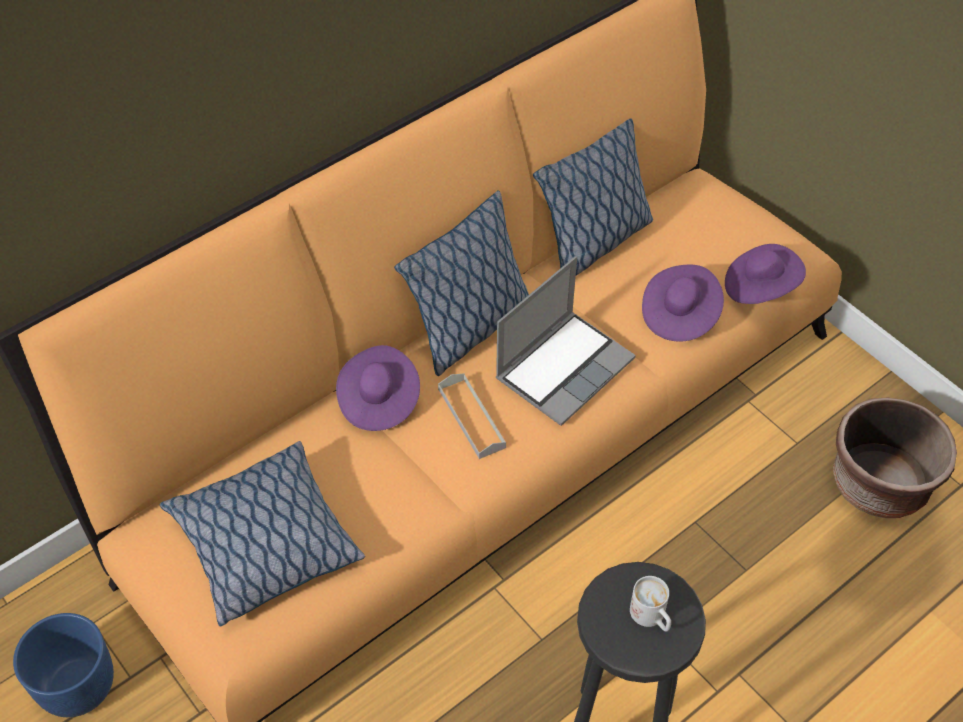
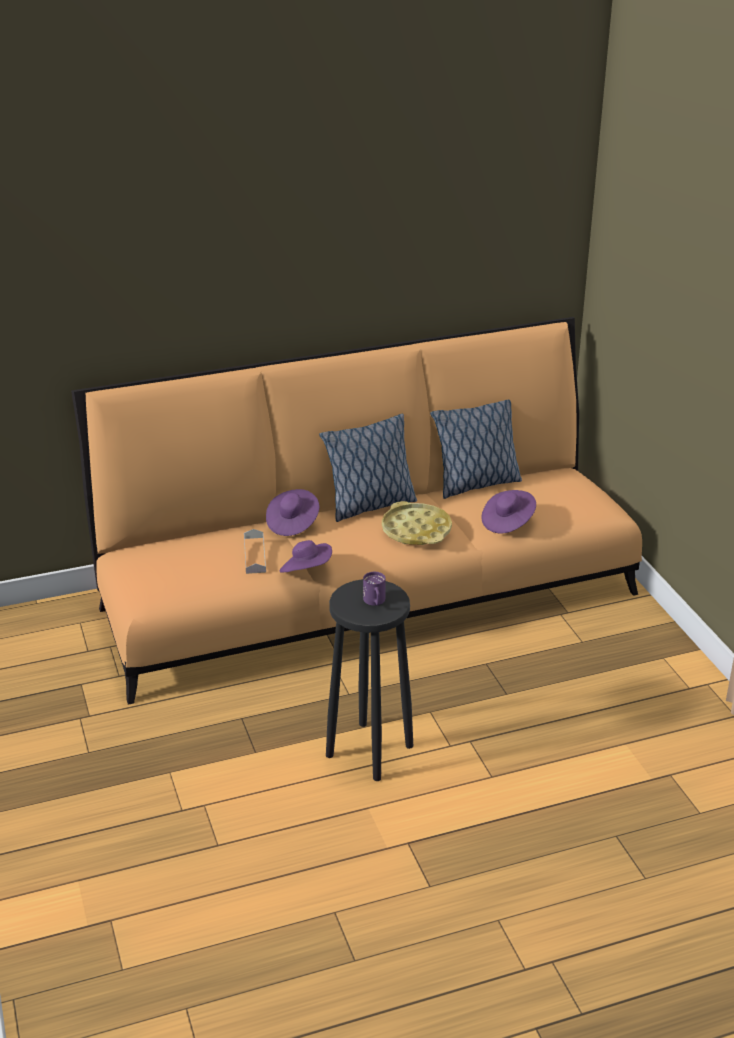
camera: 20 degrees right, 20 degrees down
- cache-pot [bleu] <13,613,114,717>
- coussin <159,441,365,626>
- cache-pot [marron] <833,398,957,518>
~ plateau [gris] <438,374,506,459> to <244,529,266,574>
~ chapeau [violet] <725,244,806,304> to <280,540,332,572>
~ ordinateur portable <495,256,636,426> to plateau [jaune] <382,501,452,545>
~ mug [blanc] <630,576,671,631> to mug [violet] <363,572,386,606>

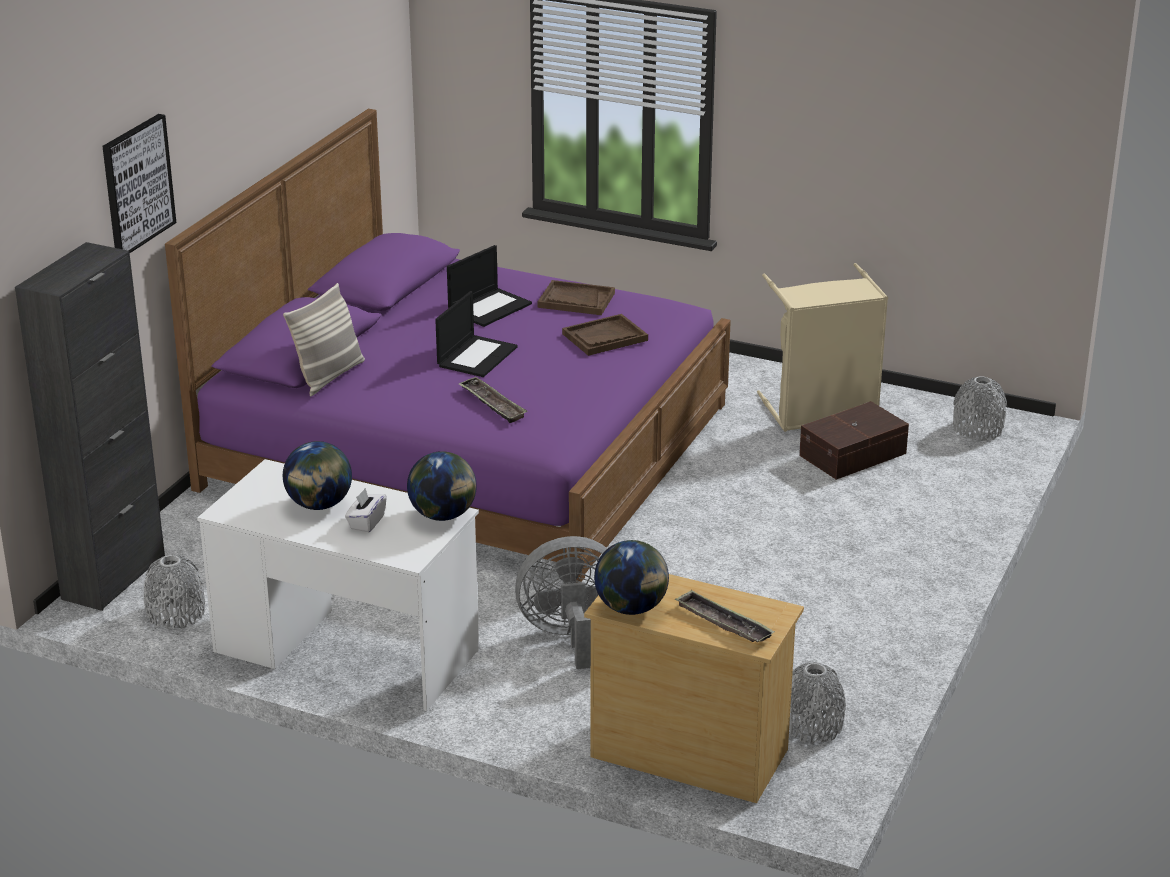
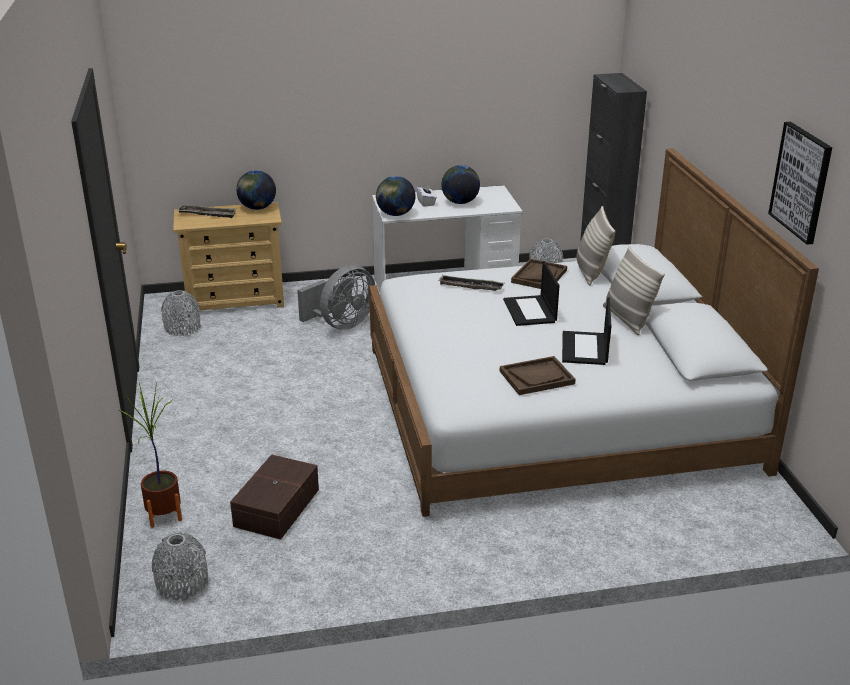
camera: 145 degrees right, 0 degrees up
- panier à linge [beige] <757,263,888,432>
+ plante en pot <119,382,182,528>
+ coussin <603,246,665,335>
~ tableau <102,114,176,253> to <768,122,832,245>
~ plateau [marron] <562,314,648,356> to <511,259,567,289>
~ lit [violet] <165,109,731,583> to lit [blanc] <369,148,819,517>

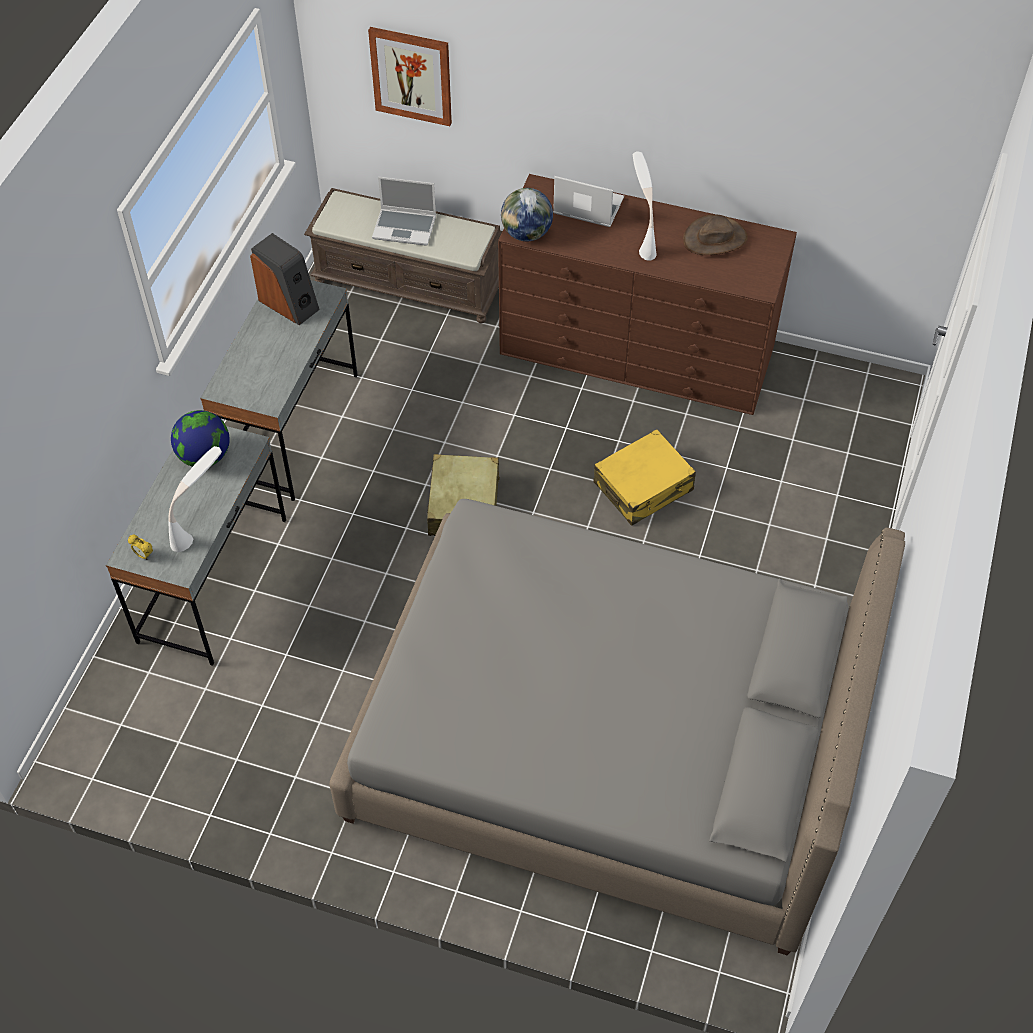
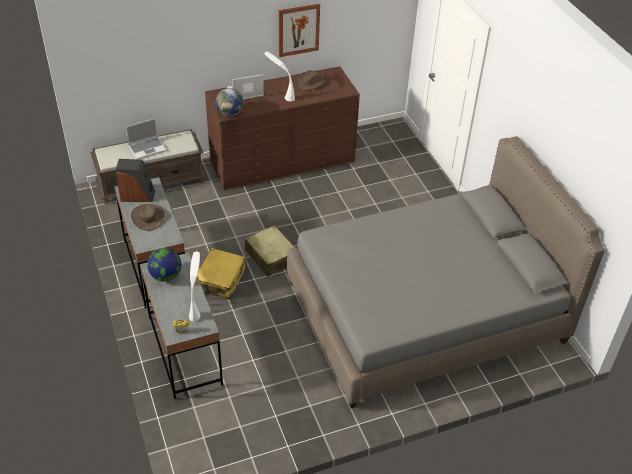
camera: 40 degrees left, 10 degrees down
+ chapeau [marron] <131,204,164,231>
~ tableau <368,27,452,126> to <279,4,320,57>
~ valise [jaune] <593,429,696,525> to <197,248,246,300>

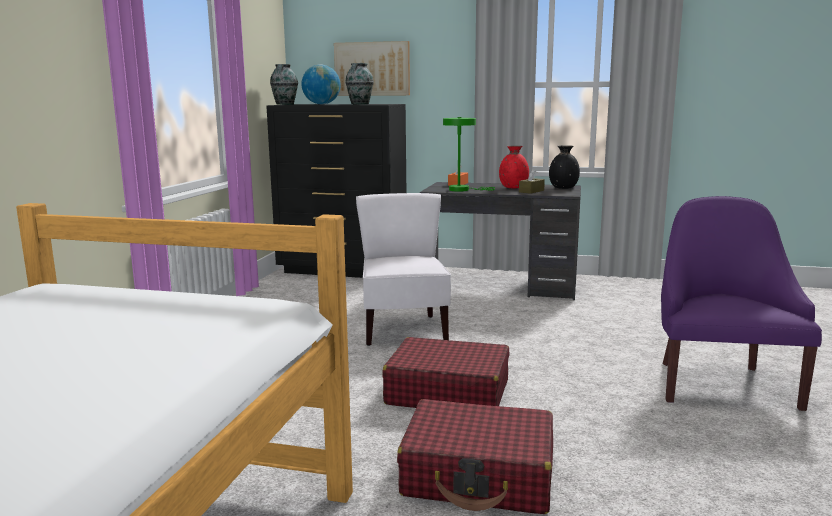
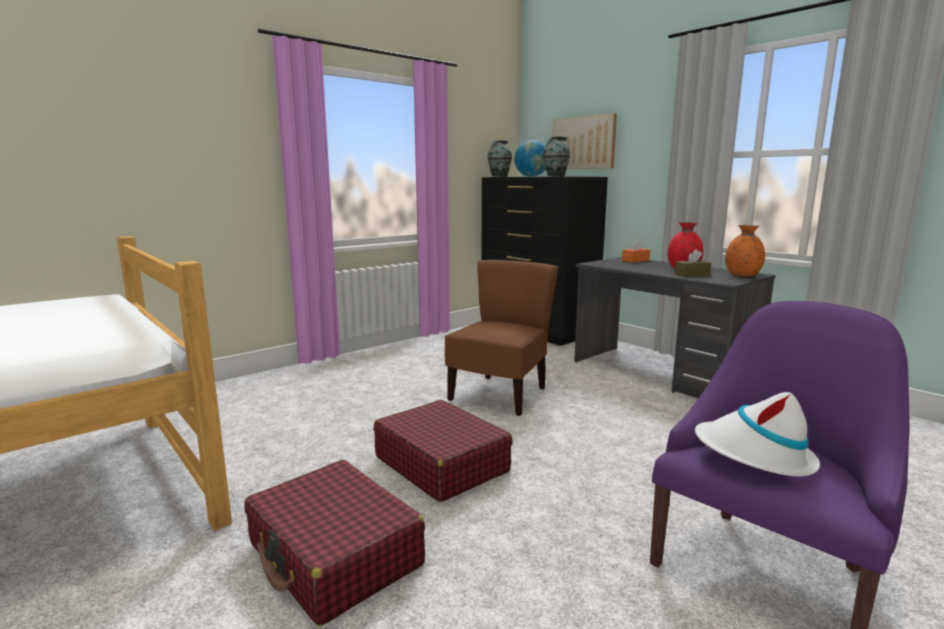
camera: 35 degrees right, 0 degrees up
- lampe de table [vert] <443,117,495,192>
+ chapeau [blanc] <695,392,820,477>
~ chaise [blanc] <356,193,451,346> to chaise [marron] <445,260,558,416>
~ vase [noir] <549,145,580,189> to vase [orange] <725,225,765,276>

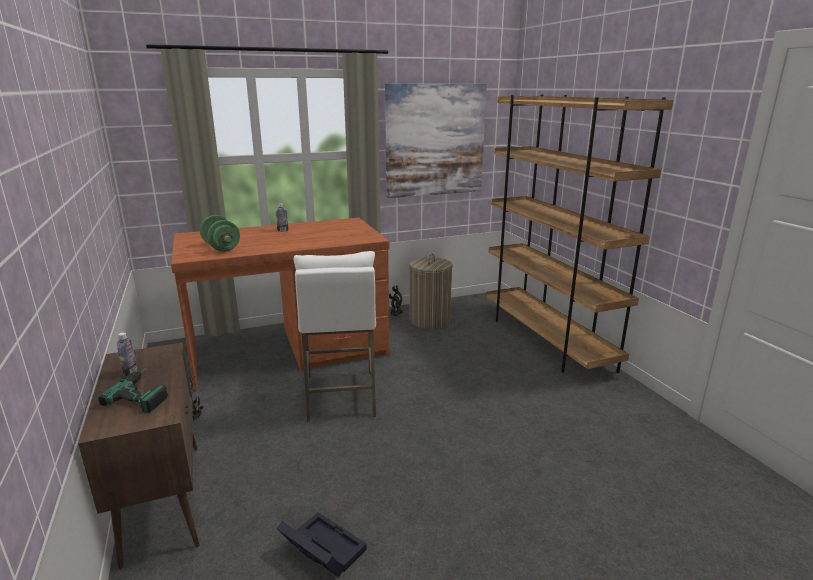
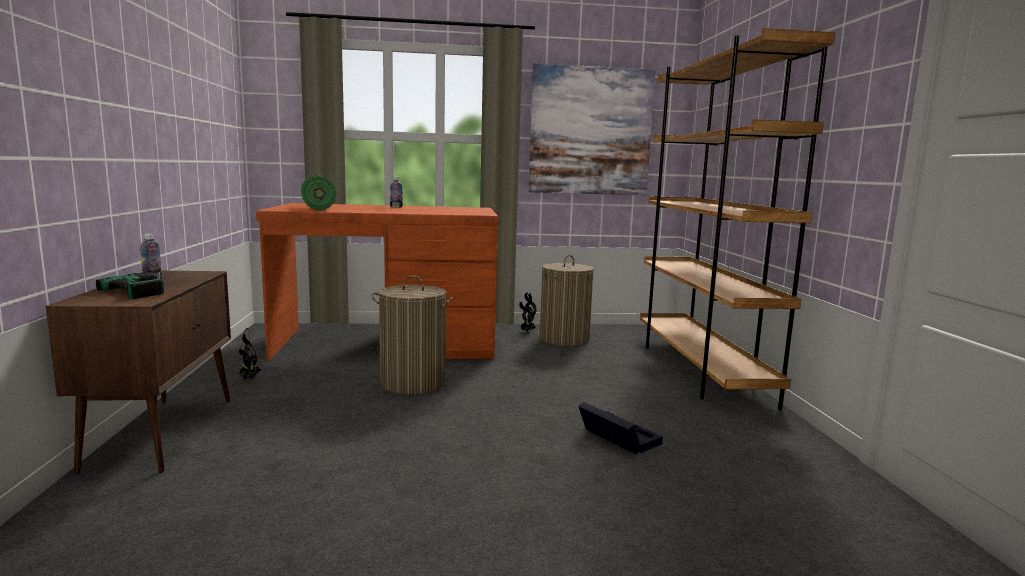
camera: 15 degrees right, 10 degrees down
~ boîte de rangement [noir] <277,512,367,577> to <578,402,663,454>
~ tabouret [blanc] <294,251,376,422> to panier à linge <371,276,453,394>

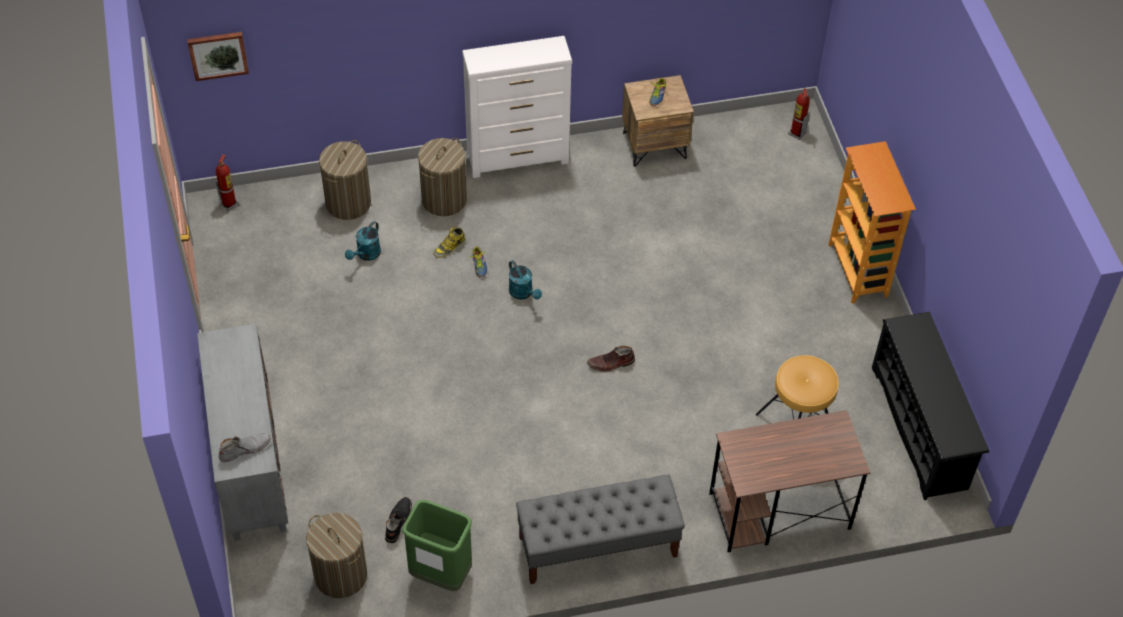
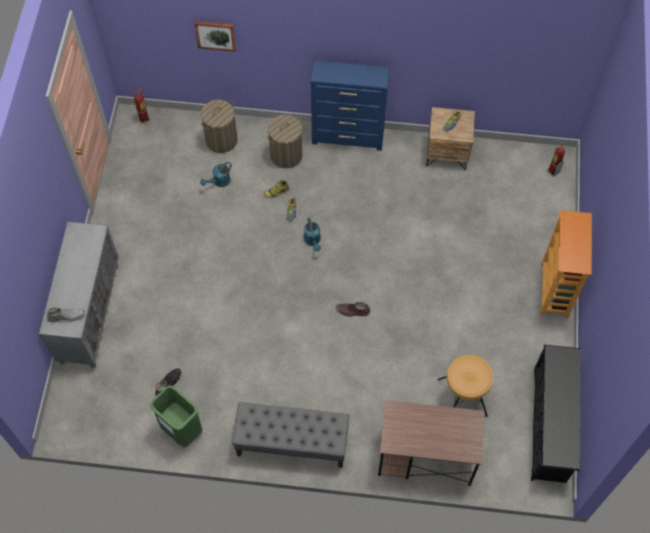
camera: 20 degrees right, 10 degrees up
- panier à linge <306,513,367,598>
~ tableau <187,32,249,81> to <194,21,236,52>
~ commode [blanc] <462,36,572,178> to commode [bleu] <310,60,390,151>

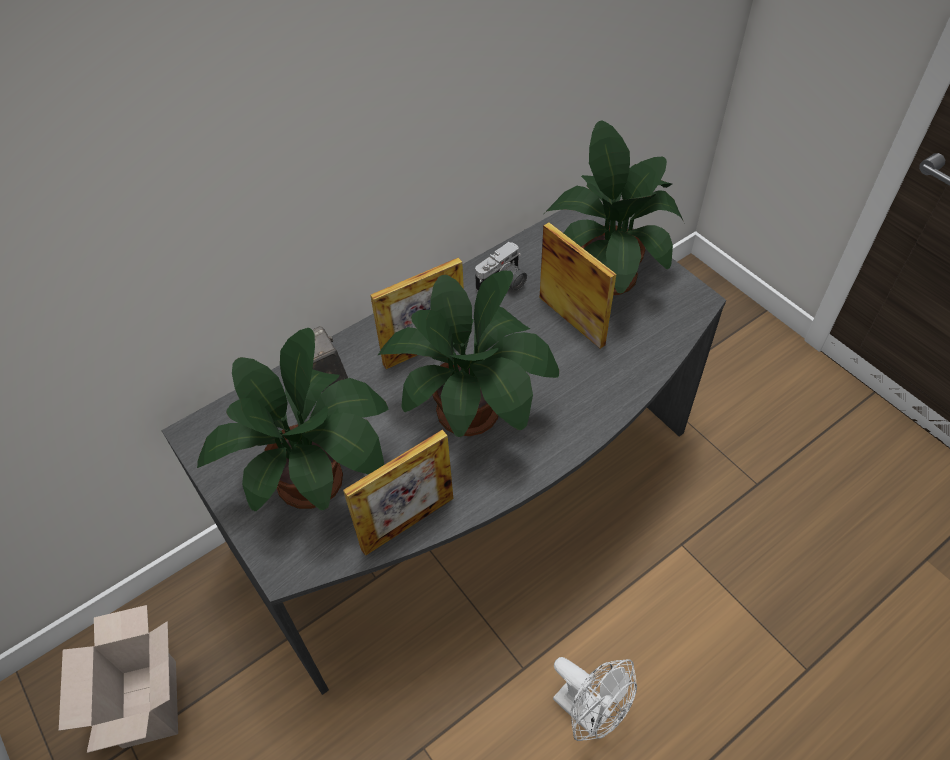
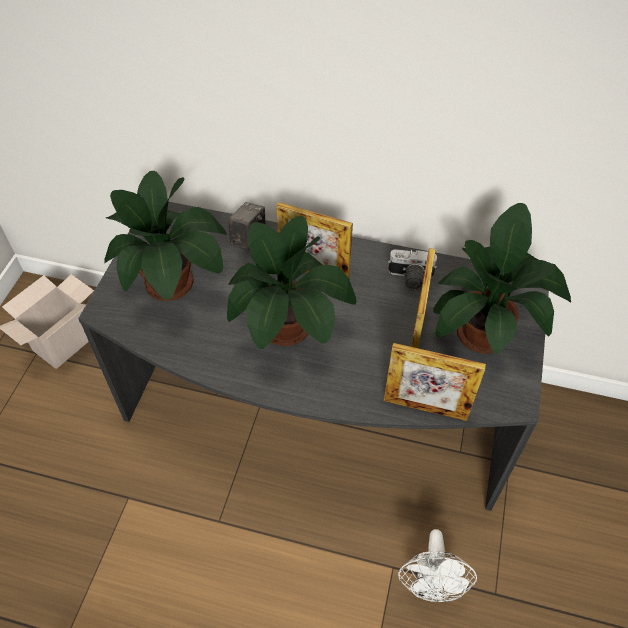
camera: 50 degrees right, 0 degrees up
~ cadre photo <343,430,453,556> to <384,343,486,421>
~ ventilateur [blanc] <553,657,637,741> to <398,529,477,602>

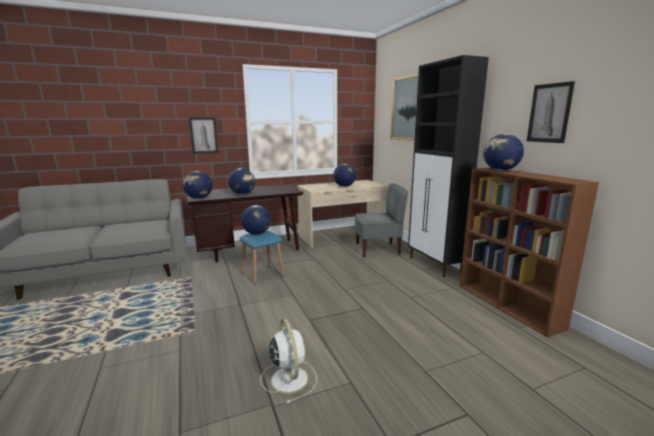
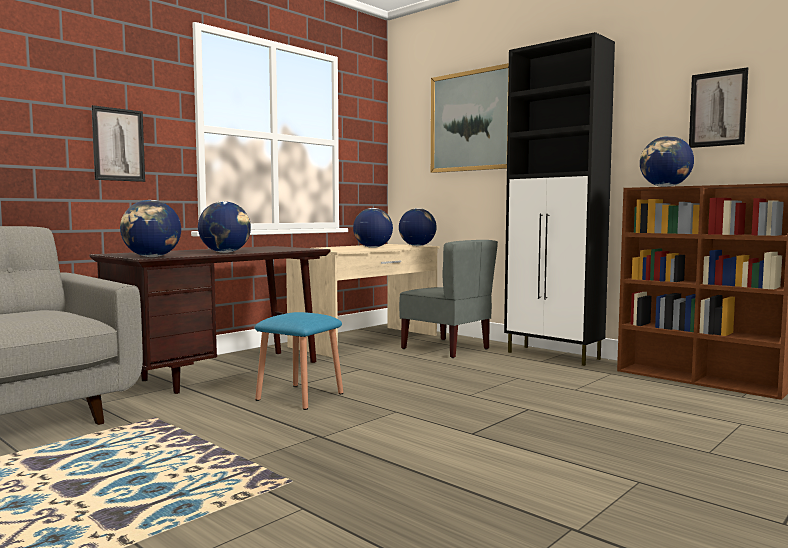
camera: 25 degrees left, 10 degrees down
- ventilateur [blanc] <260,319,317,404>
~ globe <241,205,271,235> to <399,208,437,246>
~ chaise [gris] <355,183,408,257> = <399,240,498,358> 75 degrees clockwise

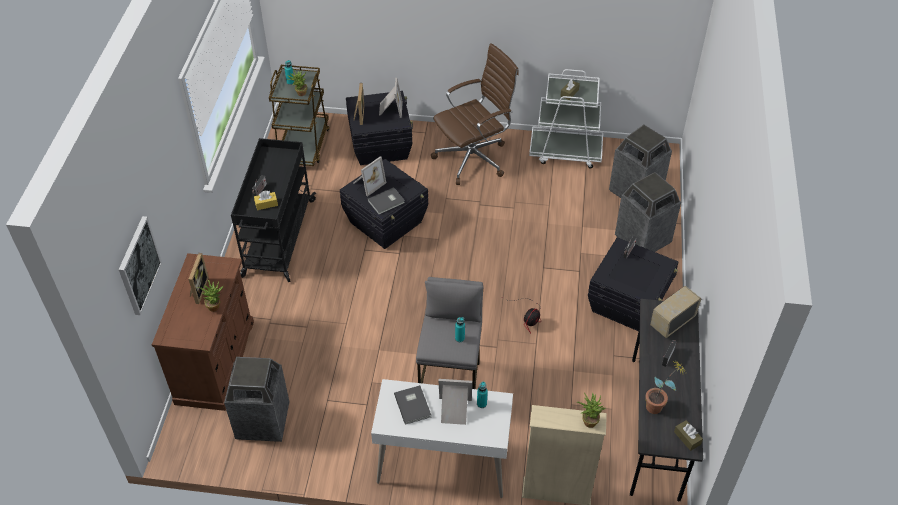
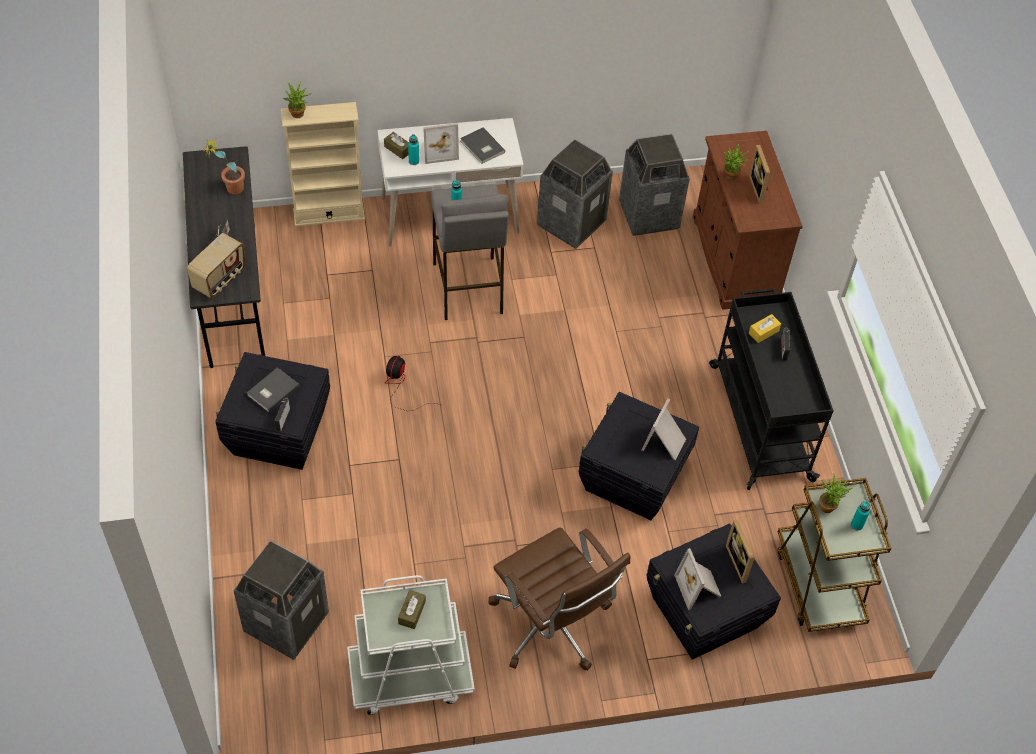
camera: 160 degrees right, 5 degrees up
- tableau <119,216,162,315>
~ livre [gris] <368,187,405,214> to <247,367,300,412>
~ poubelle <615,172,681,252> to <537,139,613,249>
~ boîte à mouchoirs [marron] <674,420,703,451> to <384,132,408,159>
~ chaise de bureau [marron] <431,43,519,185> = <489,527,630,671> 75 degrees counterclockwise

